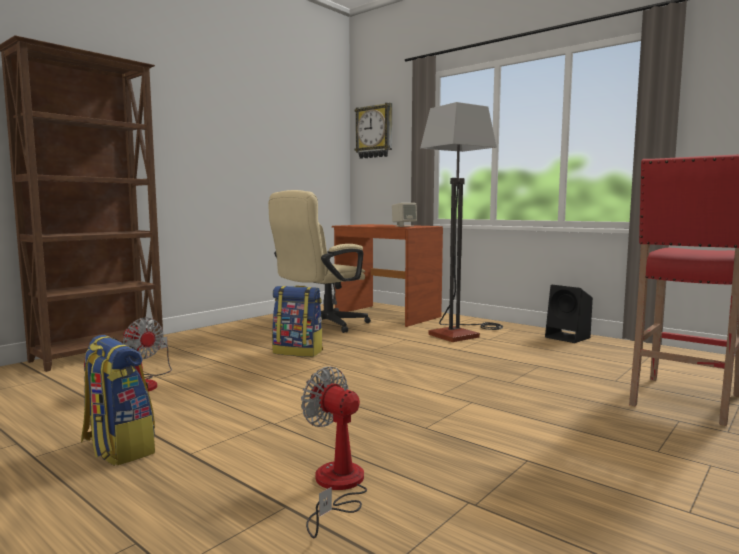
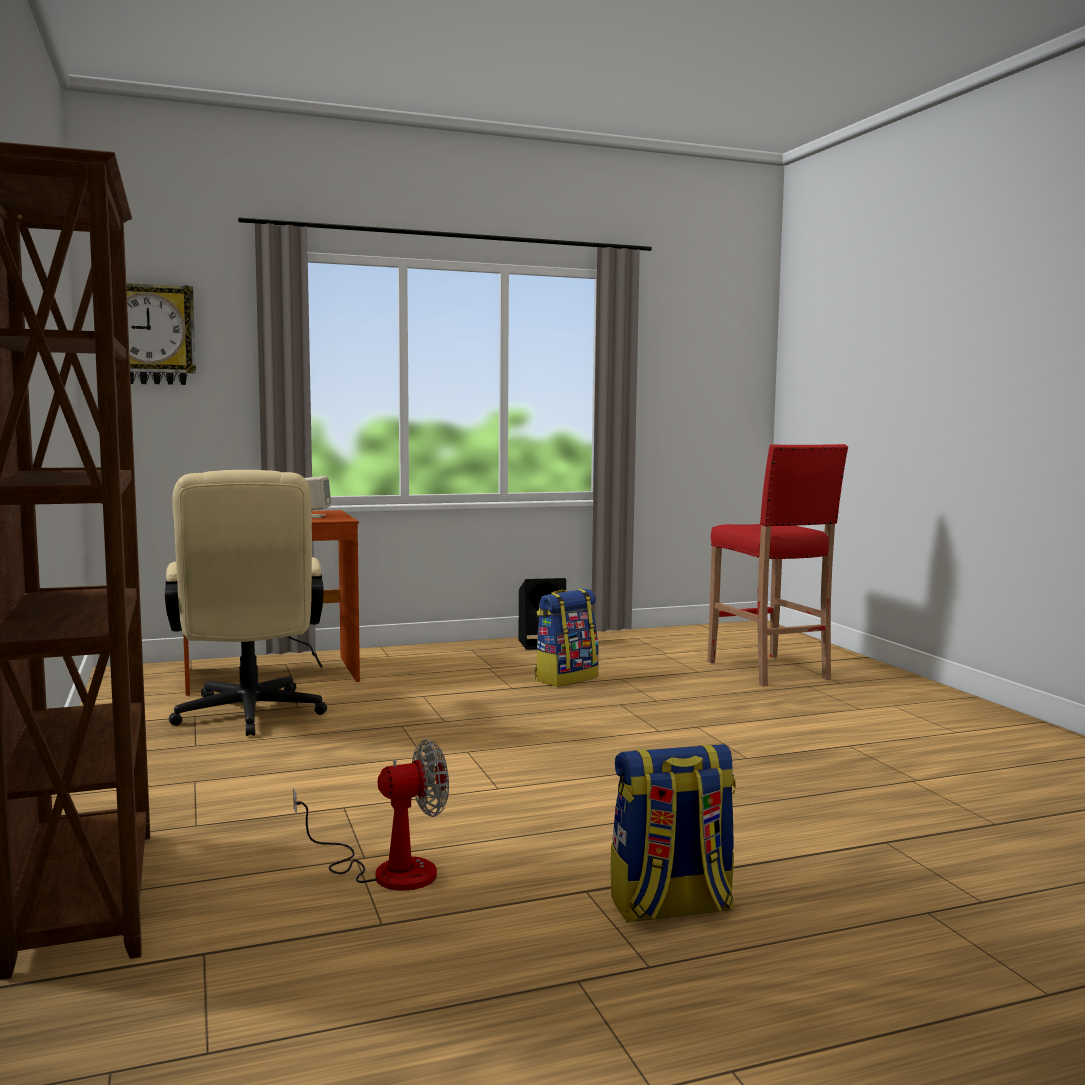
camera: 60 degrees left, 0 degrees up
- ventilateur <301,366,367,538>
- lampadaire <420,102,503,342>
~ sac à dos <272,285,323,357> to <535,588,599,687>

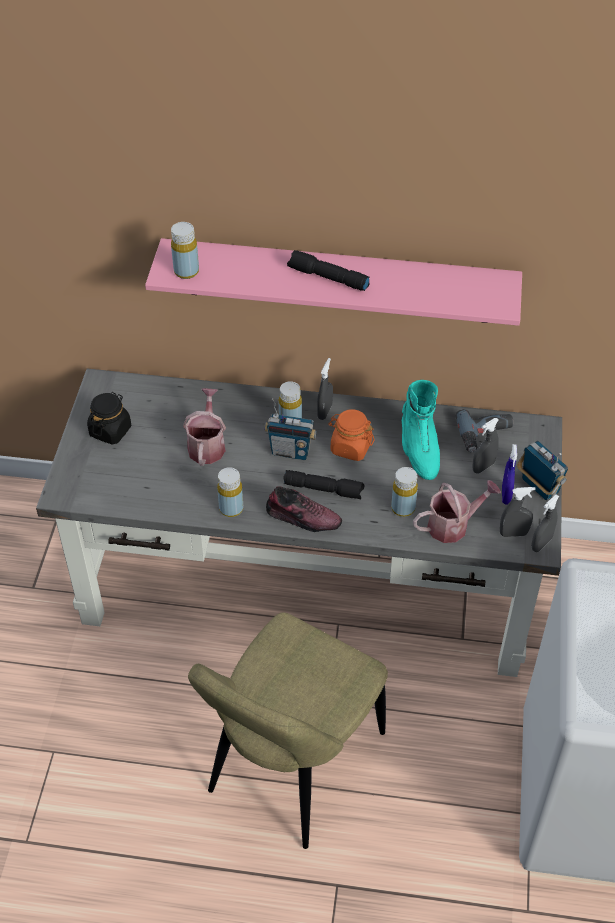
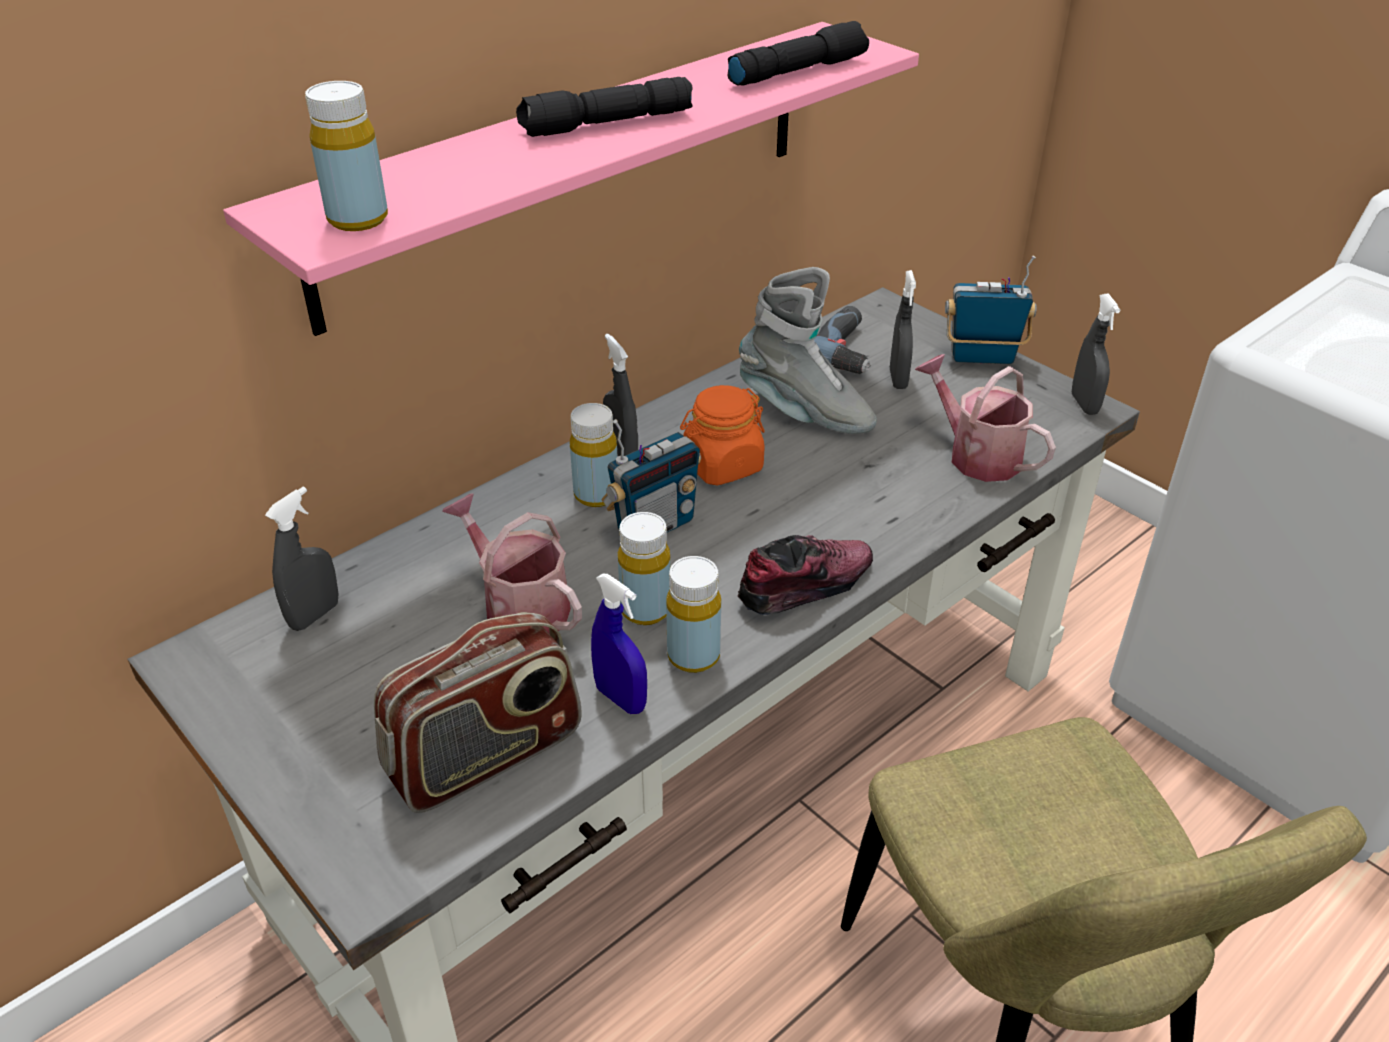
camera: 50 degrees left, 10 degrees down
- bocal [noir] <87,392,131,444>
+ radio <374,612,582,813>
~ lampe de poche [noir] <283,470,364,499> to <727,21,869,86>
~ bouteille [jaune] <391,467,418,517> to <618,512,671,625>
~ vaporisateur [gris] <500,487,536,537> to <265,486,339,631>
~ vaporisateur [bleu] <502,444,517,505> to <591,574,647,714>
~ botte [turquoise] <402,380,440,480> to botte [gris] <739,267,877,434>
~ arrosoir <413,480,501,543> = <915,354,1056,482> 60 degrees counterclockwise

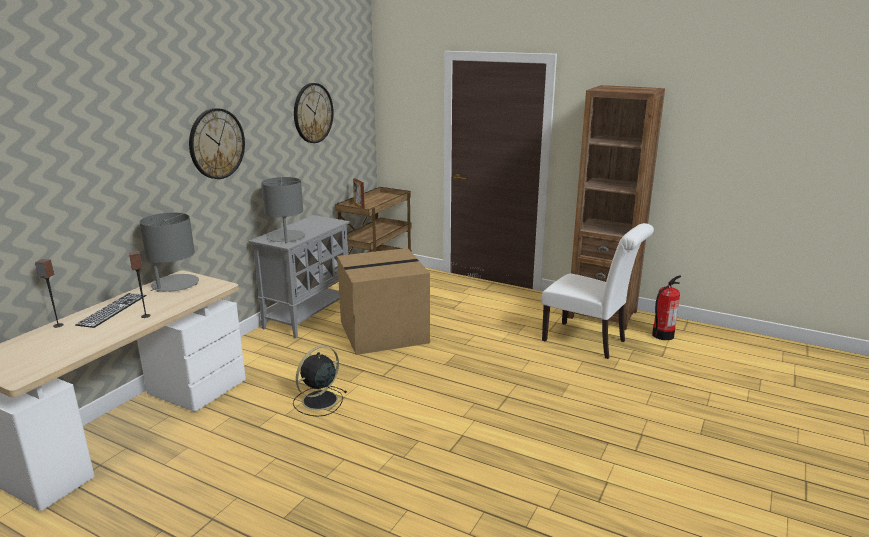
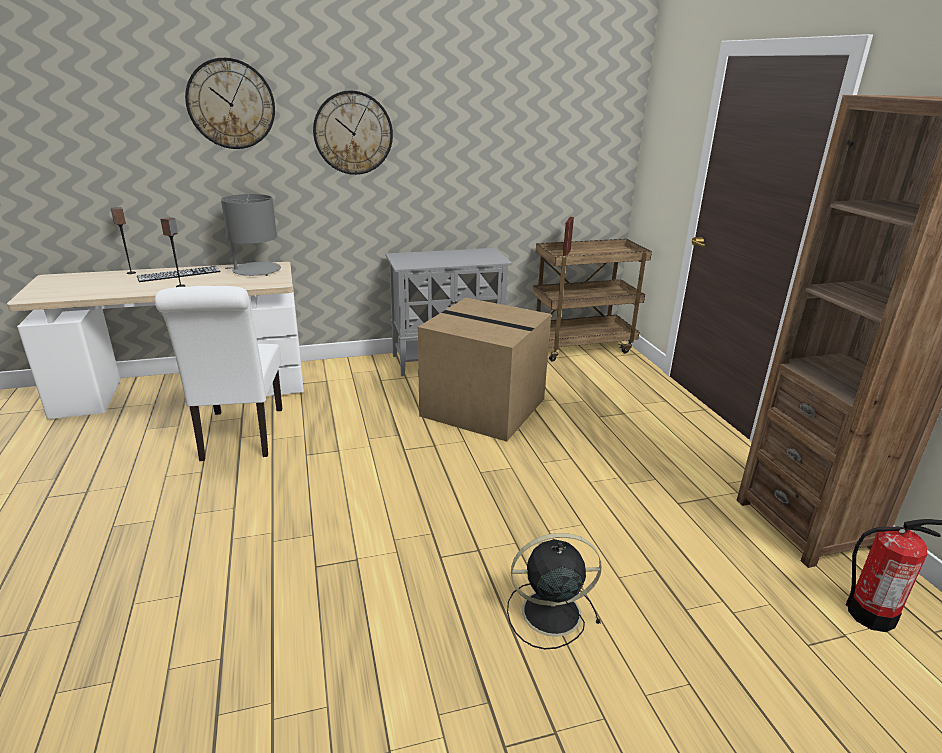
camera: 45 degrees right, 5 degrees up
- lampe de table [gris] <261,177,305,243>
~ ventilateur [noir] <293,346,347,417> to <507,533,602,649>
~ horloge murale <294,83,334,143> to <185,58,275,149>
~ chaise [blanc] <542,223,654,359> to <155,286,282,461>

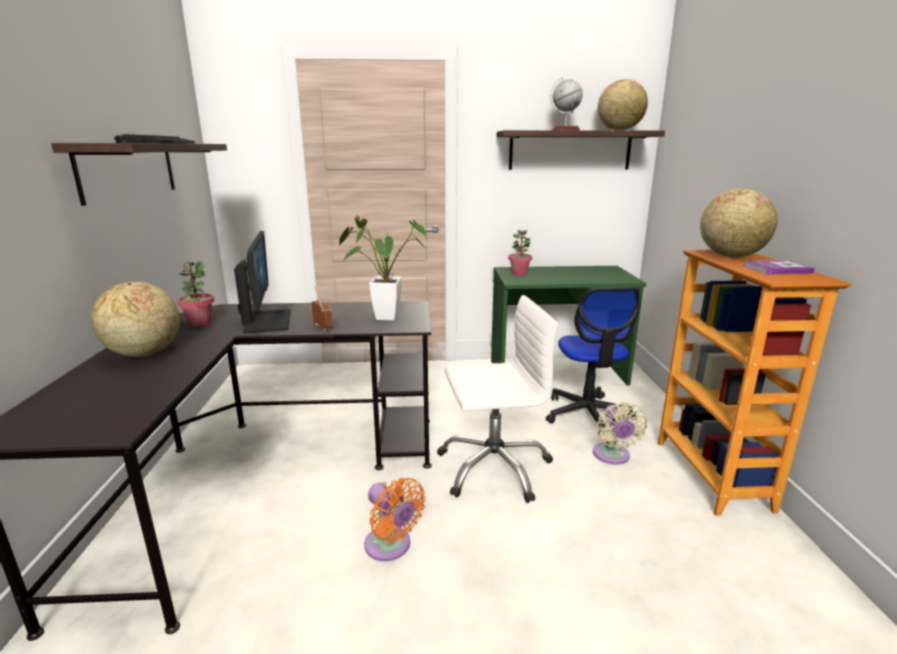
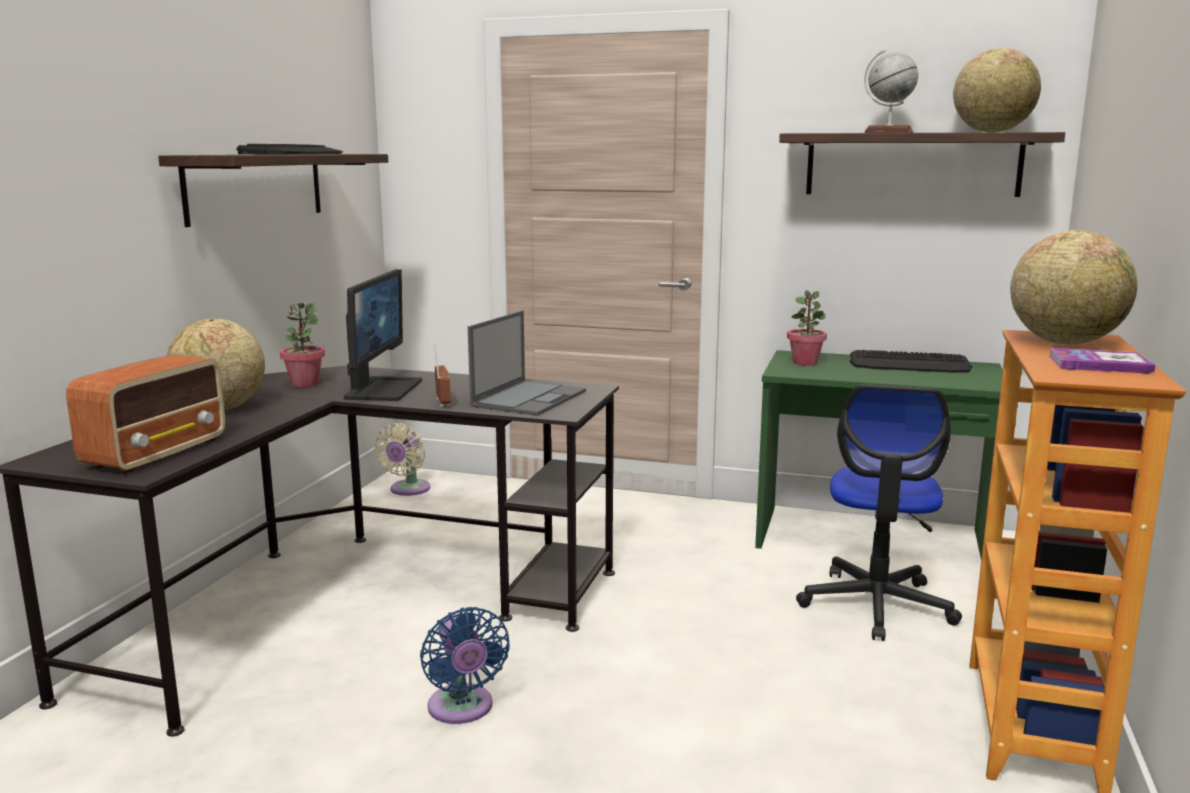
camera: 20 degrees right, 5 degrees down
- chaise de bureau [blanc] <437,295,558,503>
+ radio <66,355,225,474>
+ clavier <850,350,973,373>
~ ventilateur [beige] <593,402,647,465> to <374,423,430,496>
~ plante en pot <339,216,426,321> to ordinateur portable <468,311,586,416>
~ ventilateur [orange] <364,478,426,561> to ventilateur [bleu] <420,607,510,724>

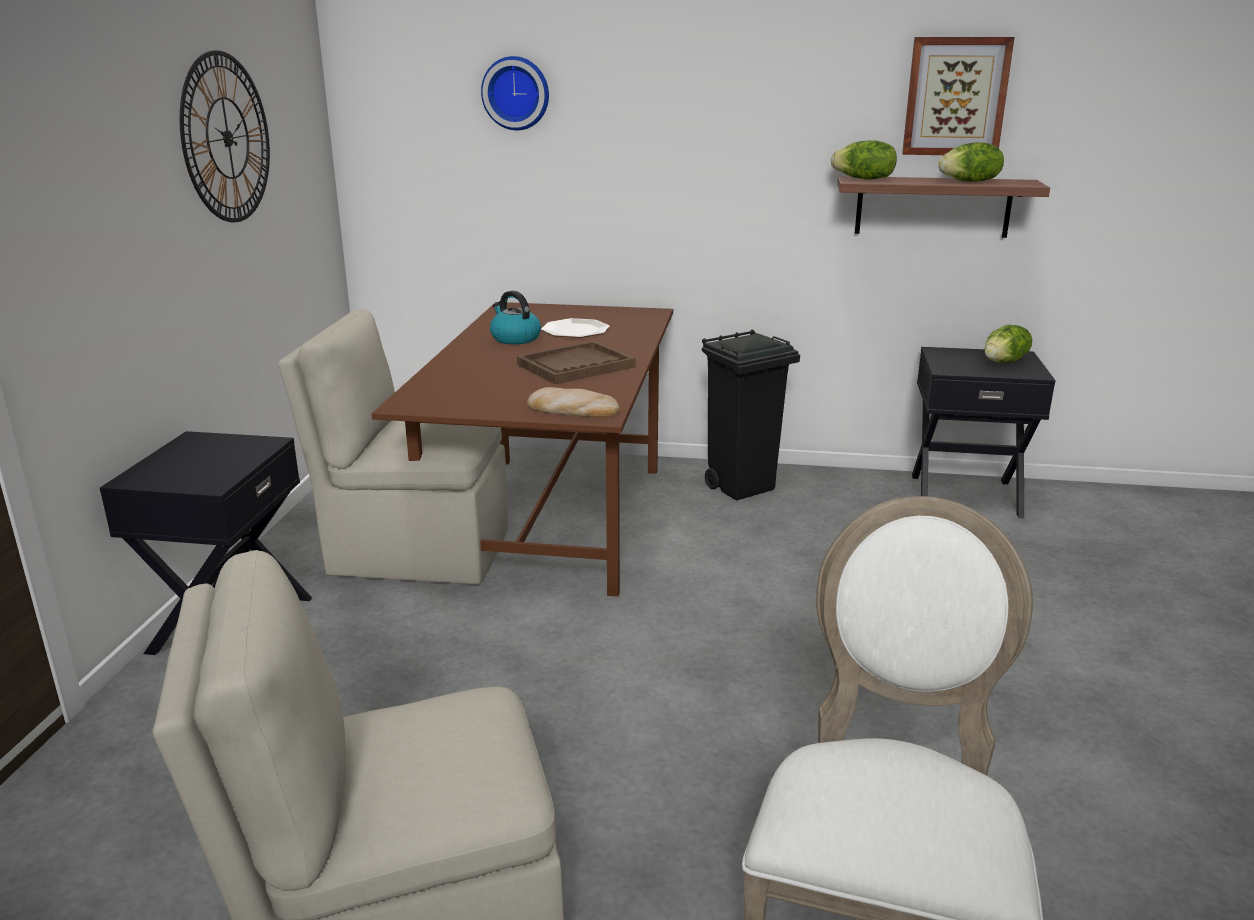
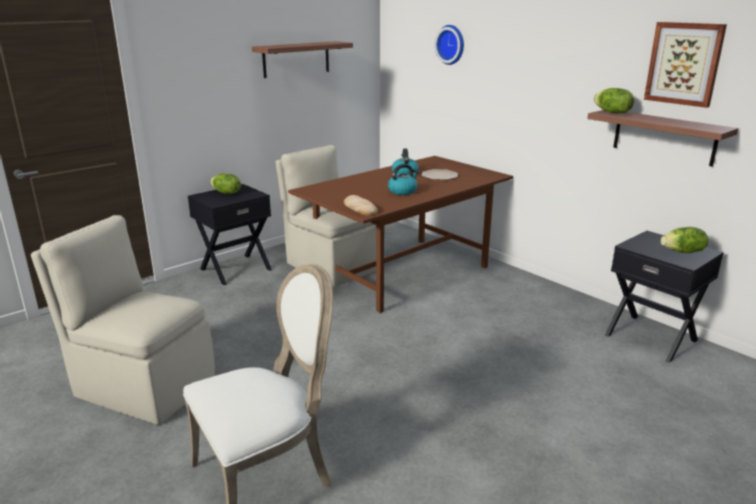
camera: 40 degrees right, 0 degrees up
- poubelle [noir] <702,330,800,501>
~ laitue <938,142,1004,182> to <210,174,241,194>
~ horloge murale <180,50,270,222> to étagère <252,41,353,78>
~ plateau [marron] <517,341,635,384> to bouilloire <388,164,418,195>

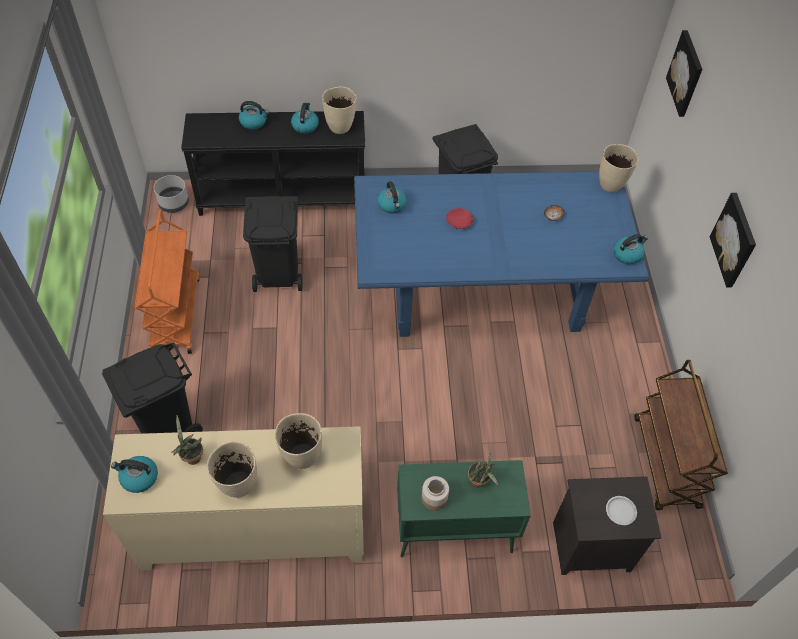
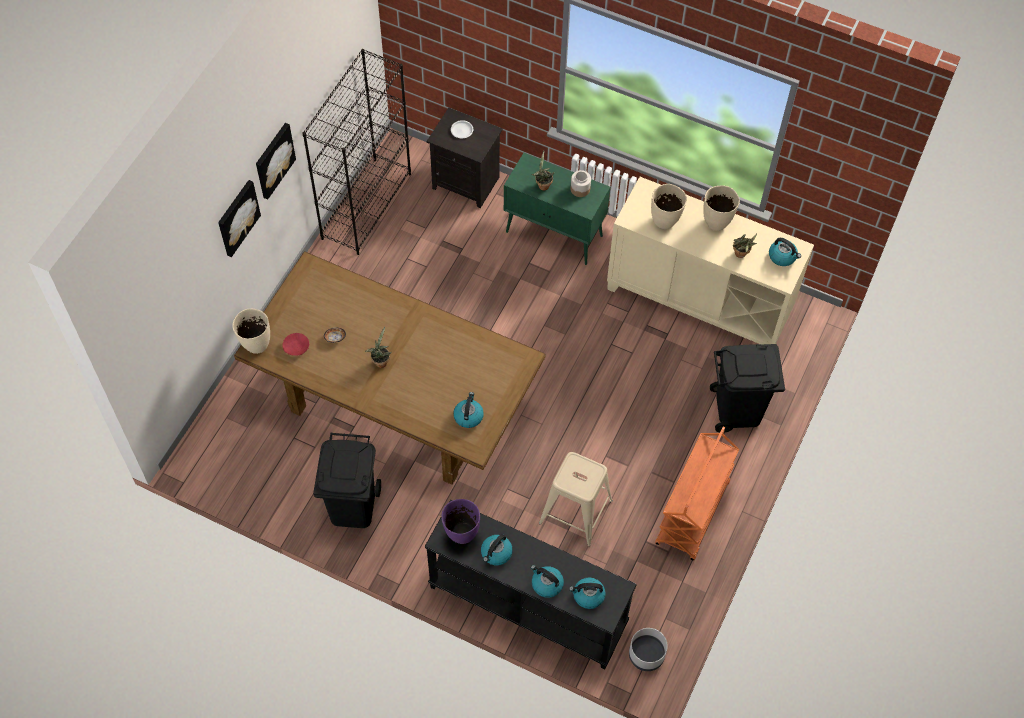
camera: 150 degrees left, 5 degrees up
+ plante en pot <365,327,392,368>
~ bol [rouge] <446,208,473,229> to <282,333,309,356>
~ bouilloire <613,234,648,264> to <569,577,606,609>
~ tableau <666,30,702,117> to <218,180,261,257>
~ poubelle [noir] <243,196,302,292> to tabouret [beige] <539,452,613,547>
~ chariot [marron] <634,360,728,510> to bibliothèque [noir] <302,49,411,255>
~ vase [beige] <322,86,357,134> to vase [violet] <441,499,480,544>
~ table à manger [bleu] <354,171,649,337> to table à manger [marron] <234,251,546,485>

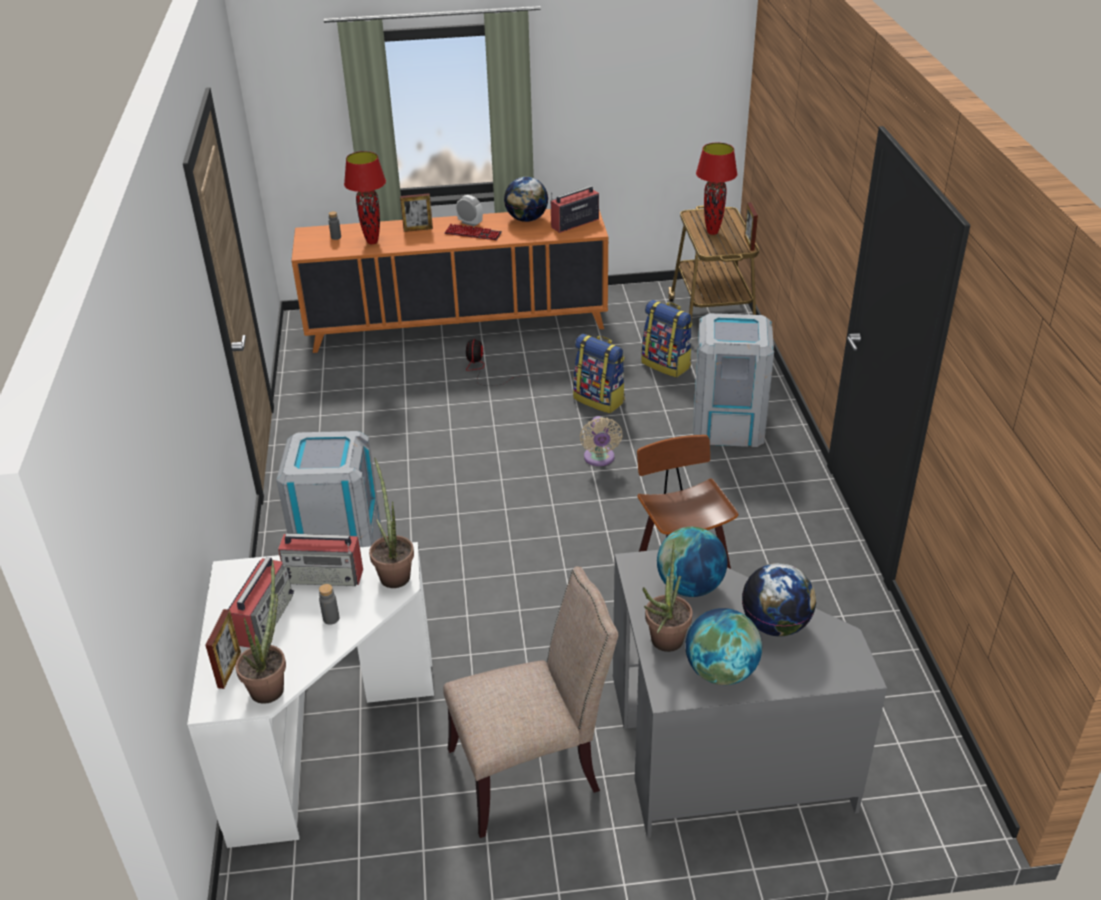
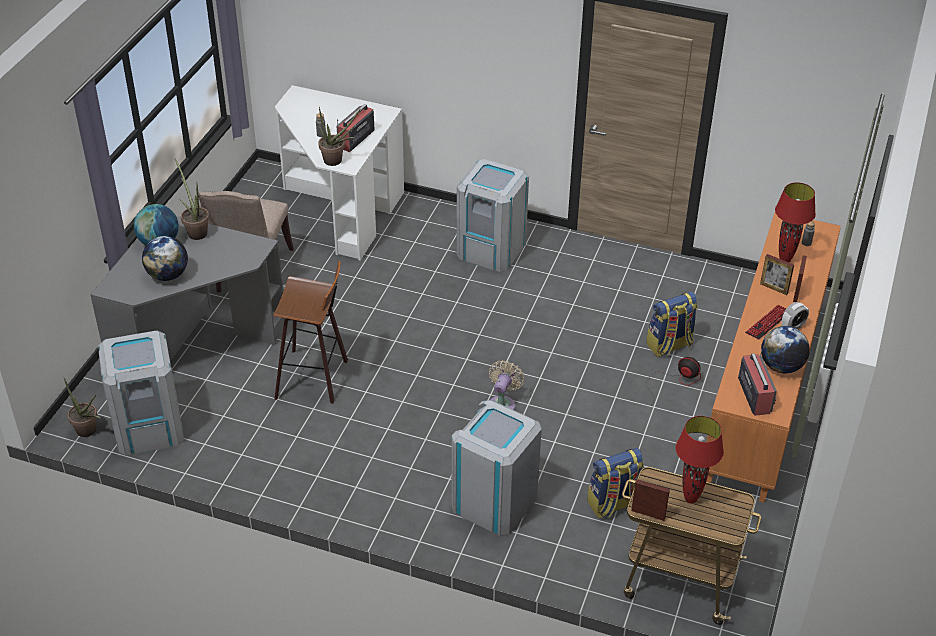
camera: 115 degrees right, 5 degrees up
- radio <228,555,294,648>
- globe <657,527,727,597>
+ poubelle [gris] <98,331,184,456>
~ cadre photo <205,609,241,689> to <760,254,794,295>
~ plante en pot <235,560,286,704> to <64,378,101,437>
~ sac à dos <573,334,625,413> to <646,292,698,357>
~ ventilateur [beige] <580,416,622,466> = <489,360,524,410> 90 degrees clockwise

